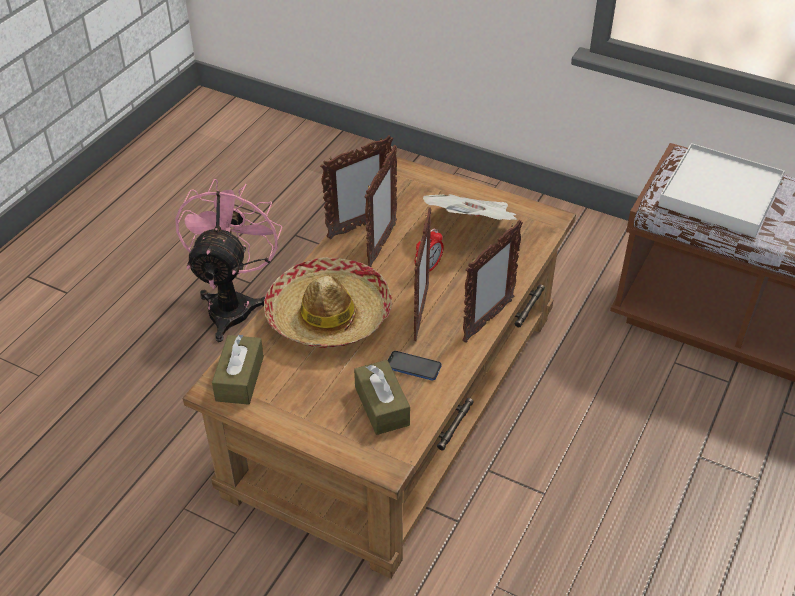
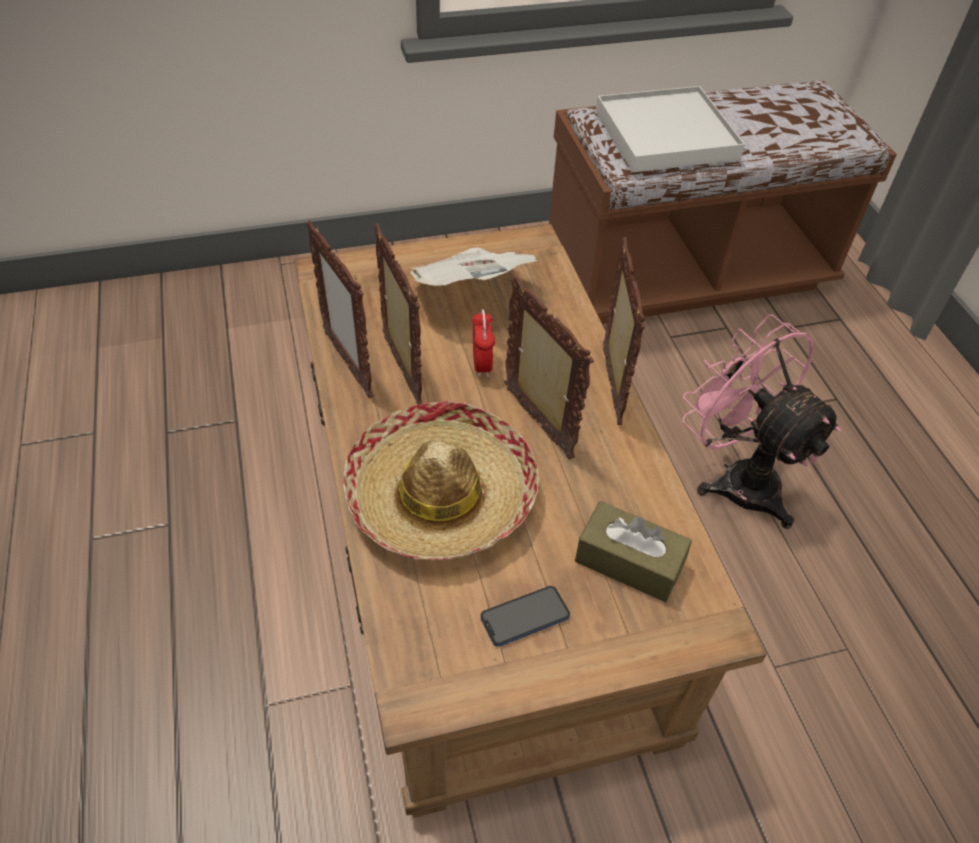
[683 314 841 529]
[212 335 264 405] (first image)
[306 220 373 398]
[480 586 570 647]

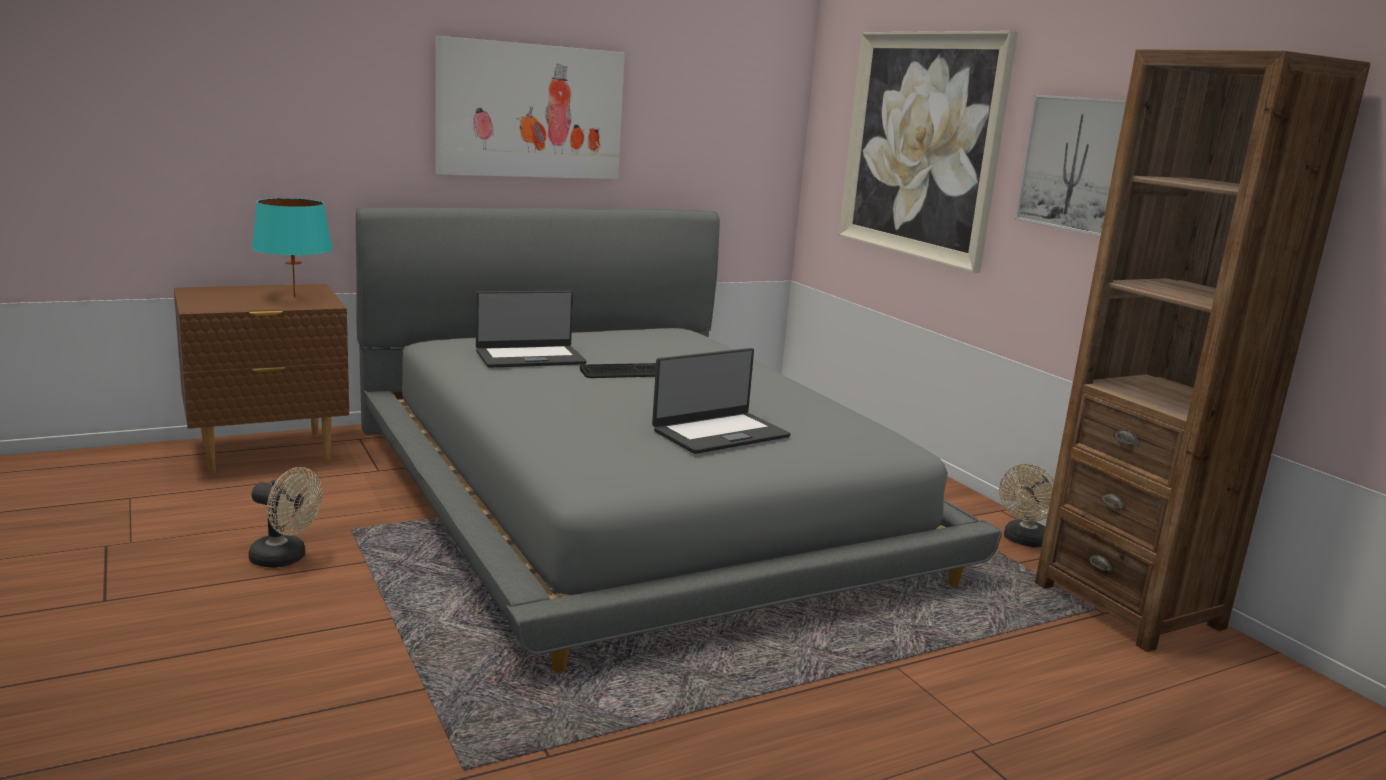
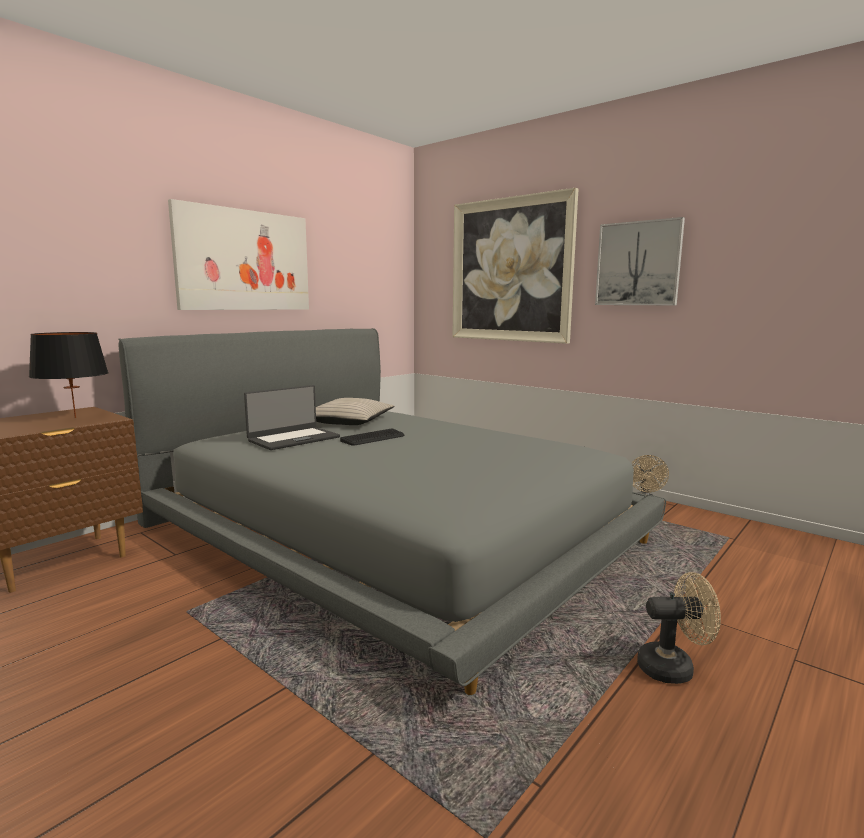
[637 572 721 684]
[29 332 109 418]
[652 348 791 454] (first image)
[1035 49 1371 652] (first image)
[316 398 394 425]

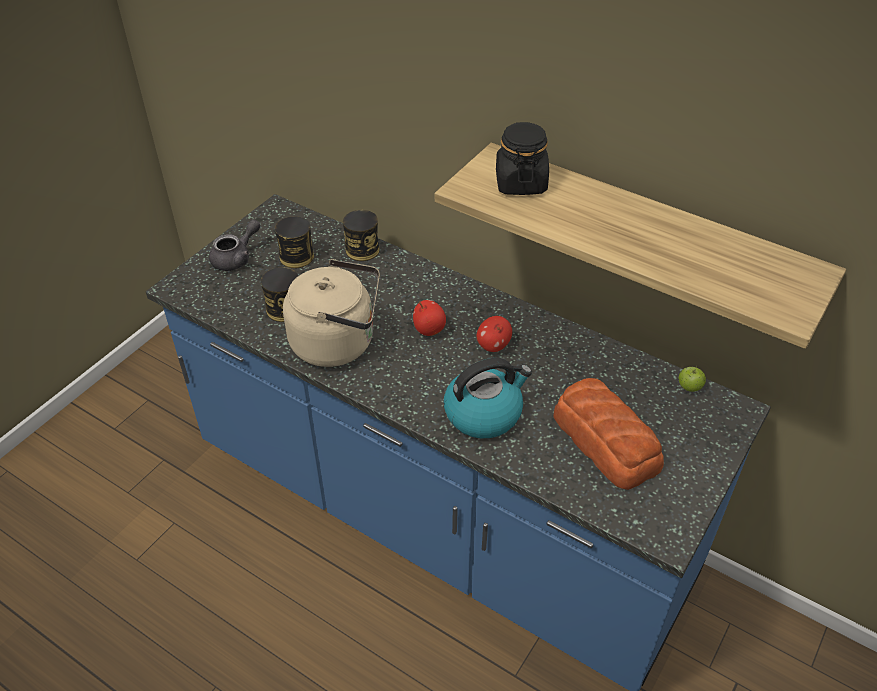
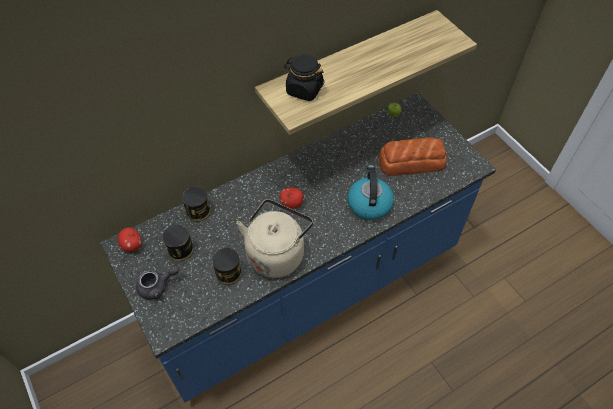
[136 265 179 300]
[118 227 142 252]

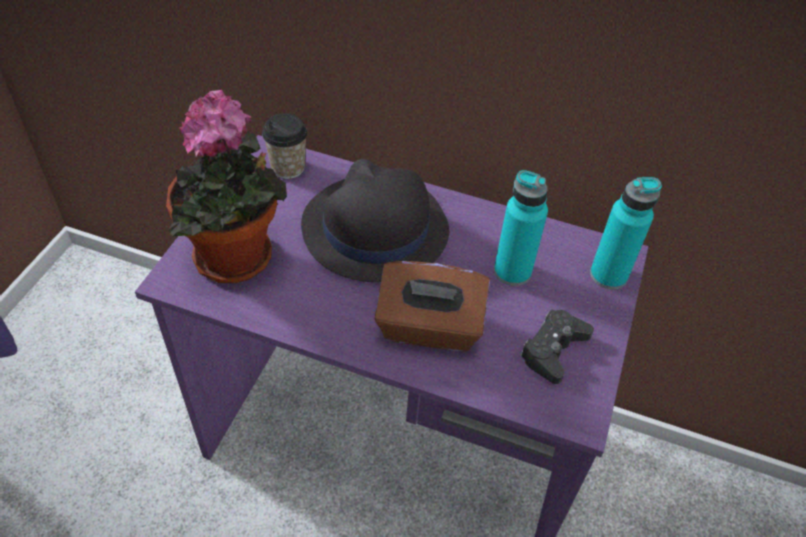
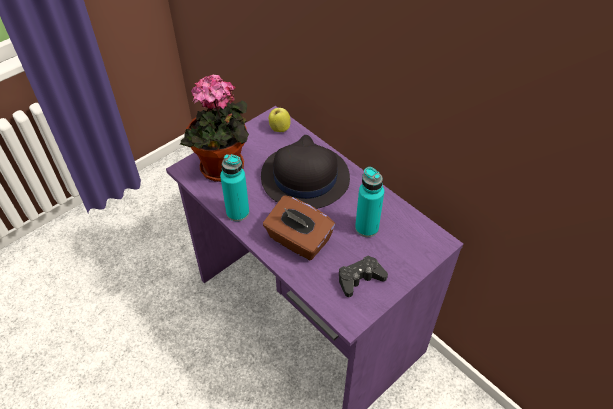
[269 106 291 132]
[220 154 249 221]

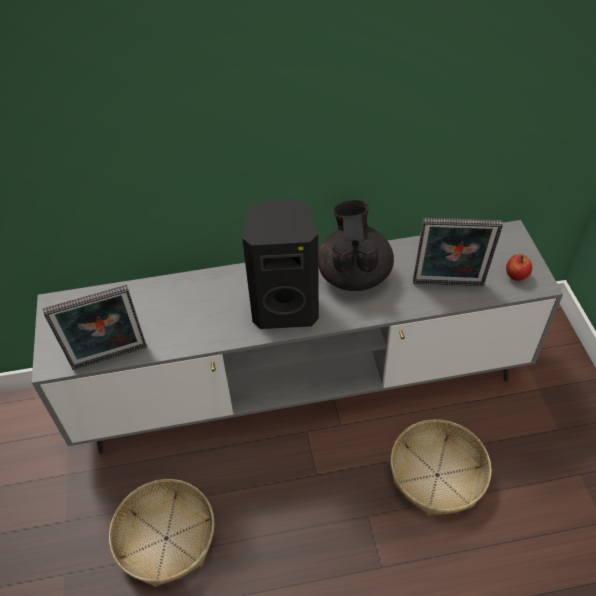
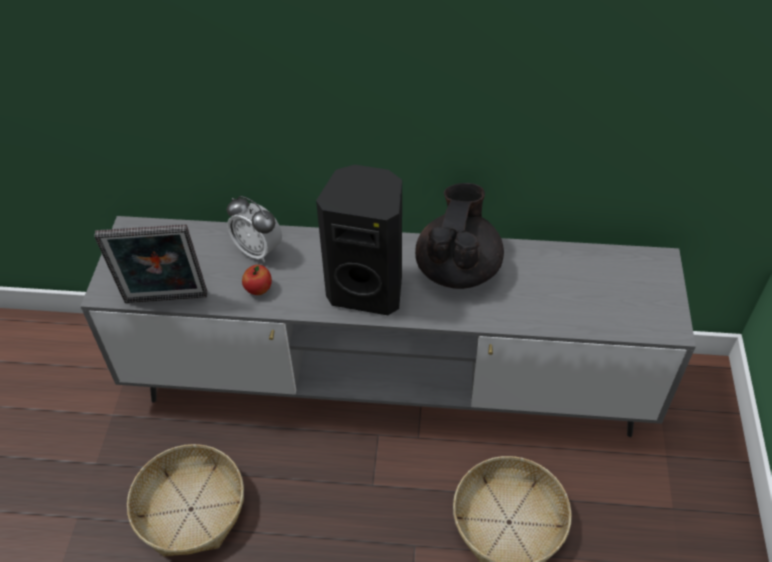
[413 218 503 286] (first image)
[242 265 272 295]
[227 196 282 263]

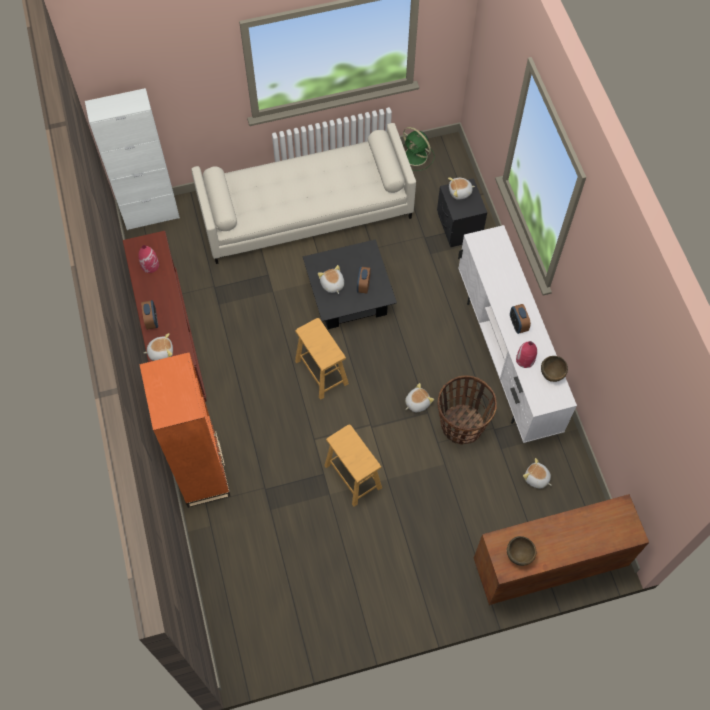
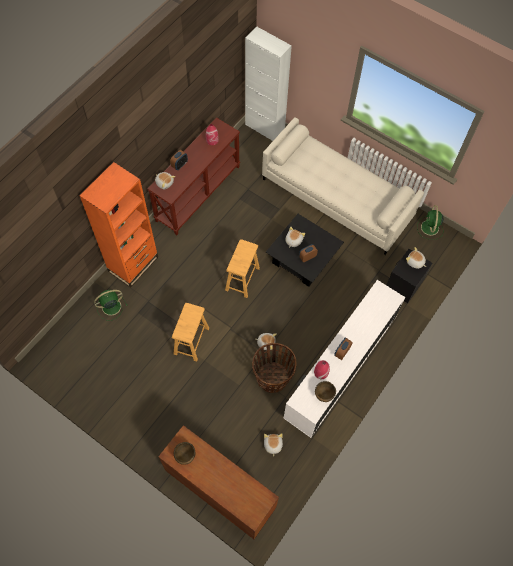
[94 290 127 321]

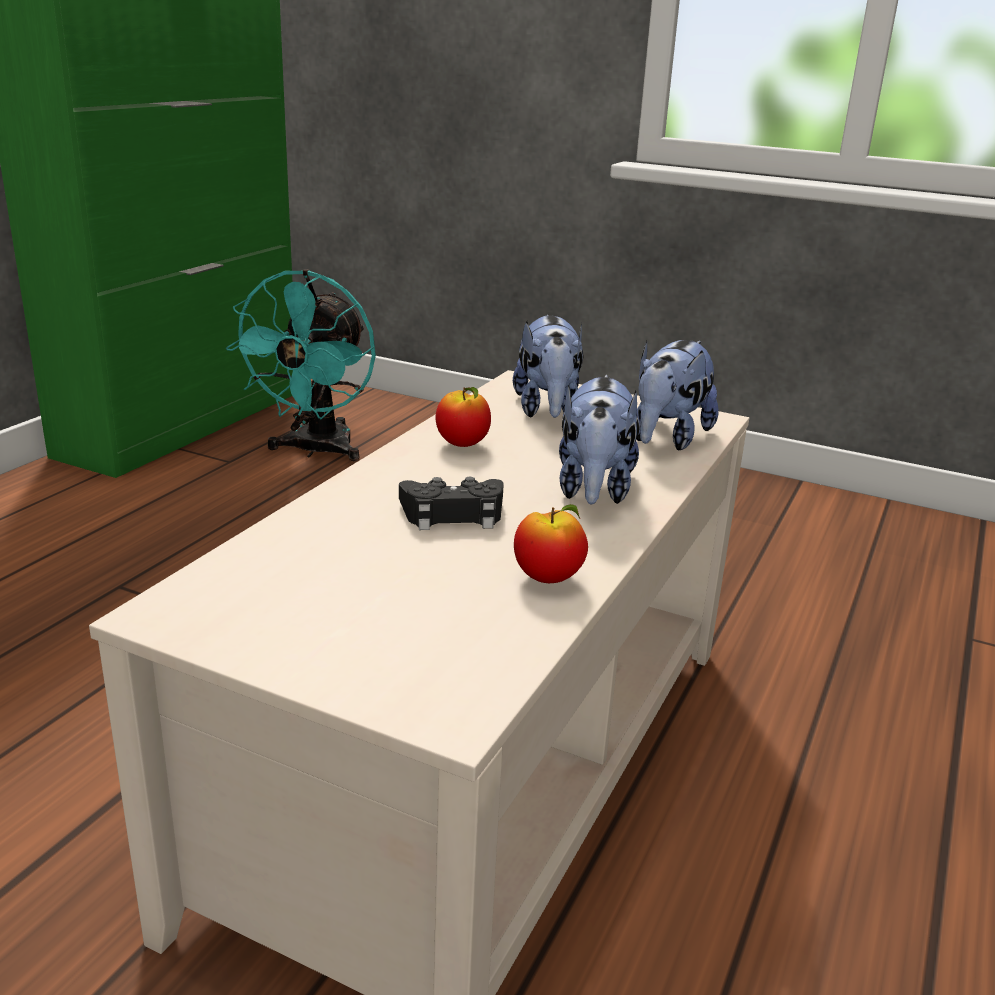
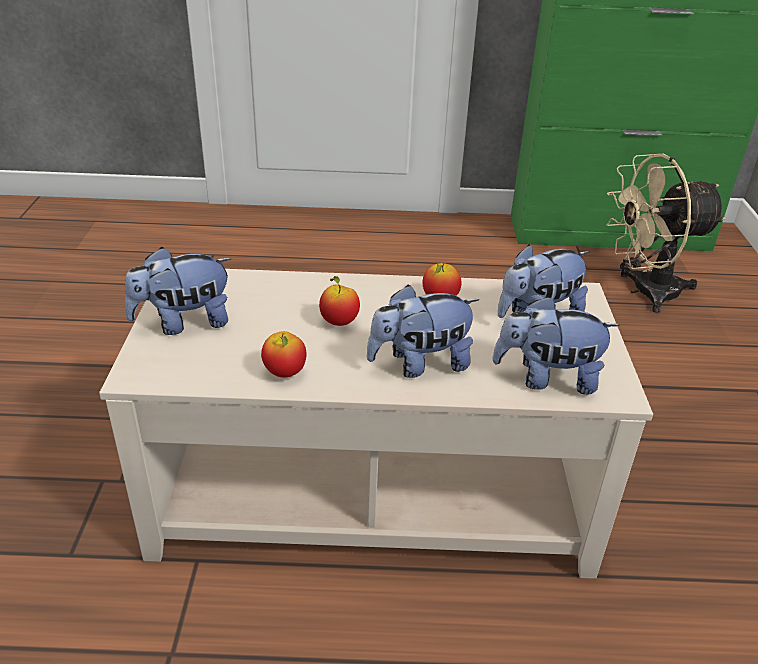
[606 154 726 313]
[319 276 360 326]
[125 247 231 335]

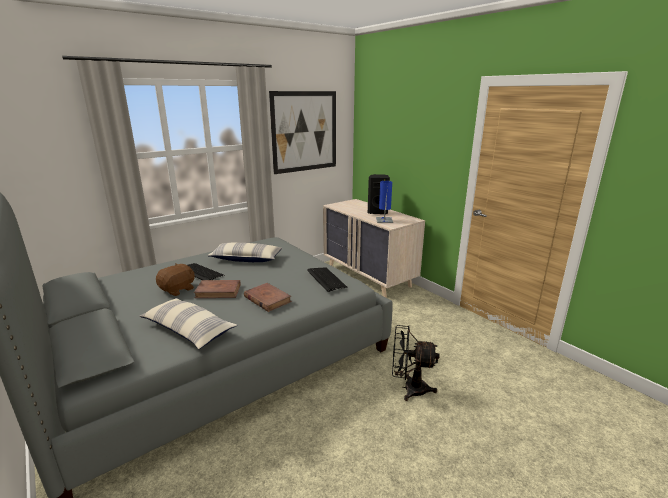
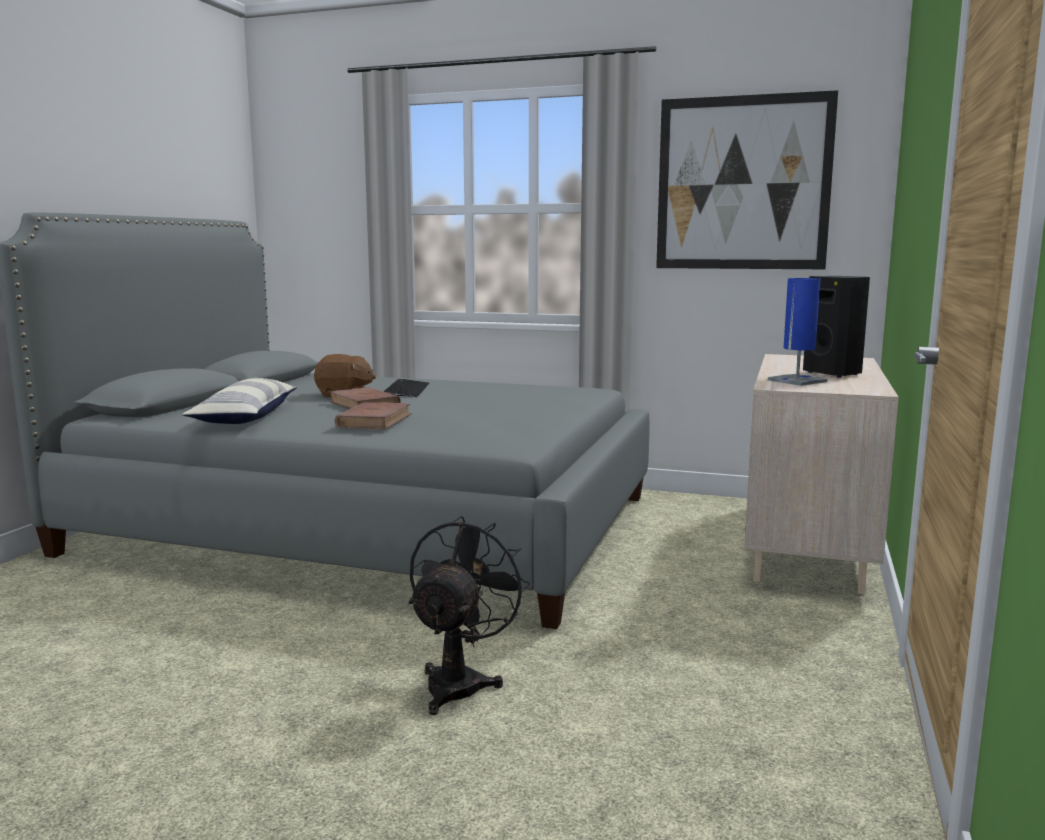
[207 243 282 262] (first image)
[308 267 348 292] (first image)
[408 516 530 715]

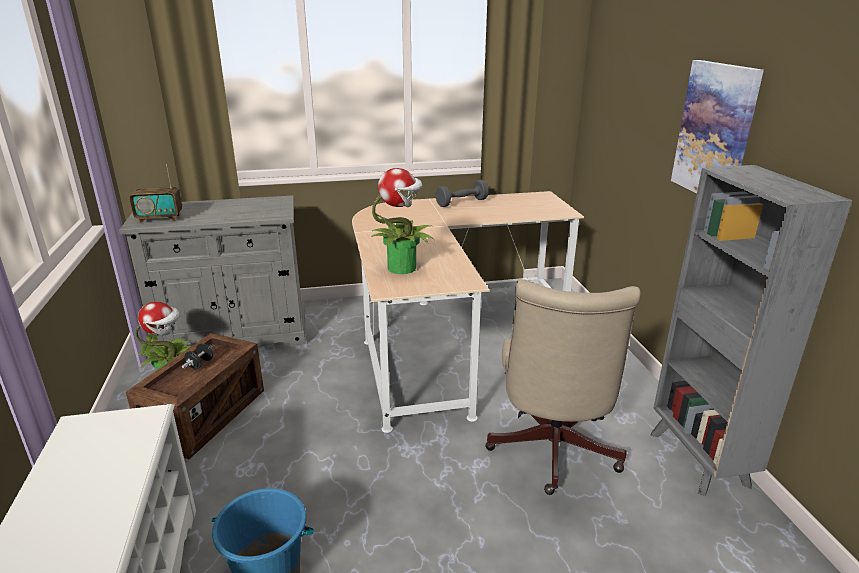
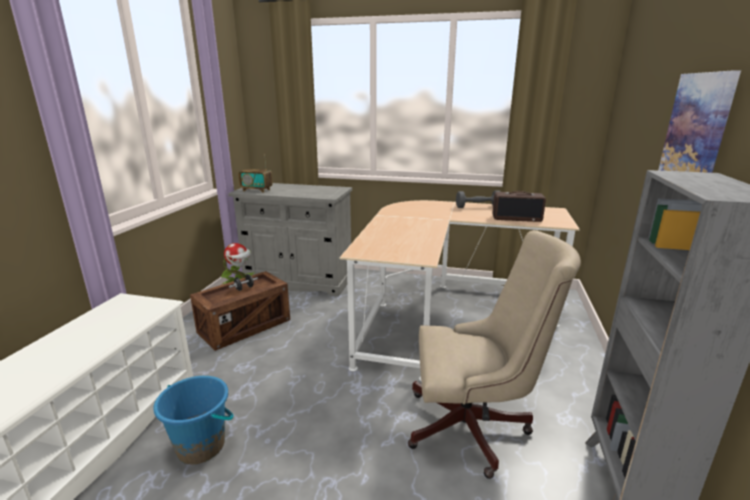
[371 168 434 274] (first image)
[408 230 581 479]
[493 191 546 222]

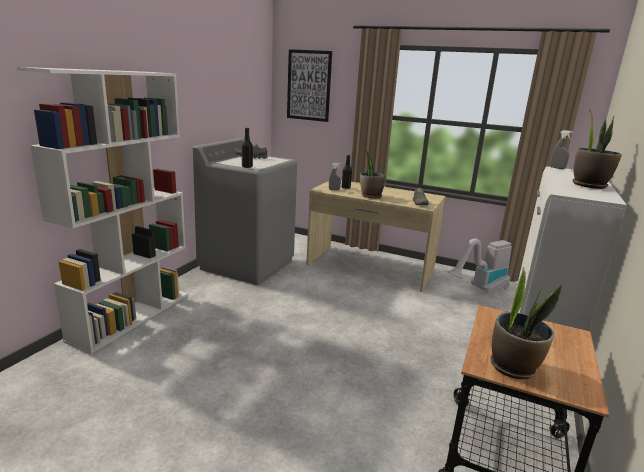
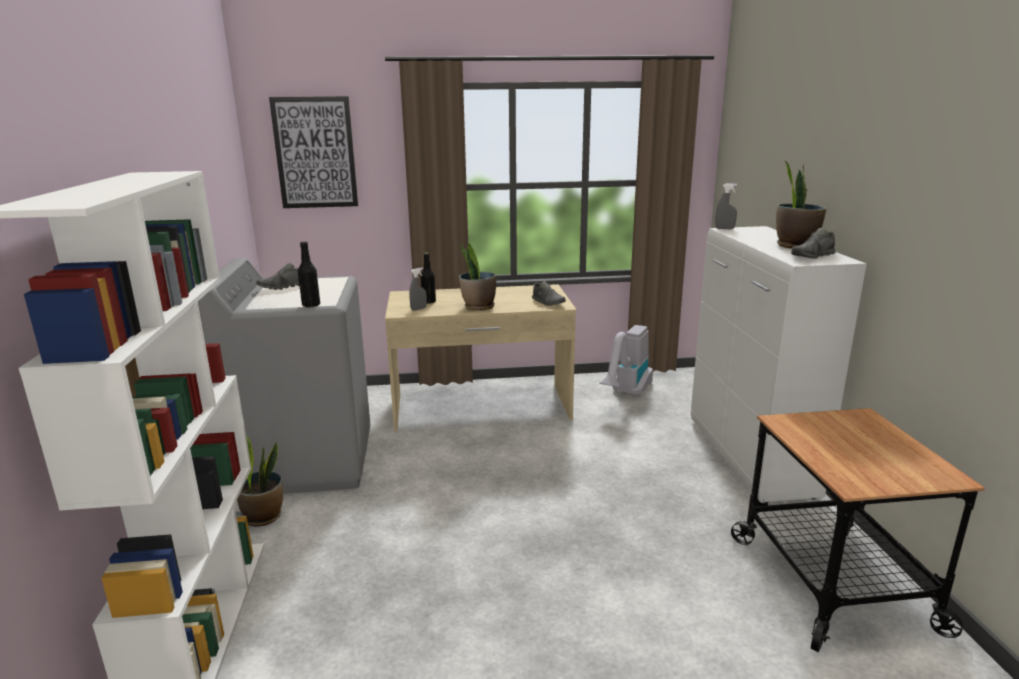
[237 435 283 527]
[791 228 835 259]

